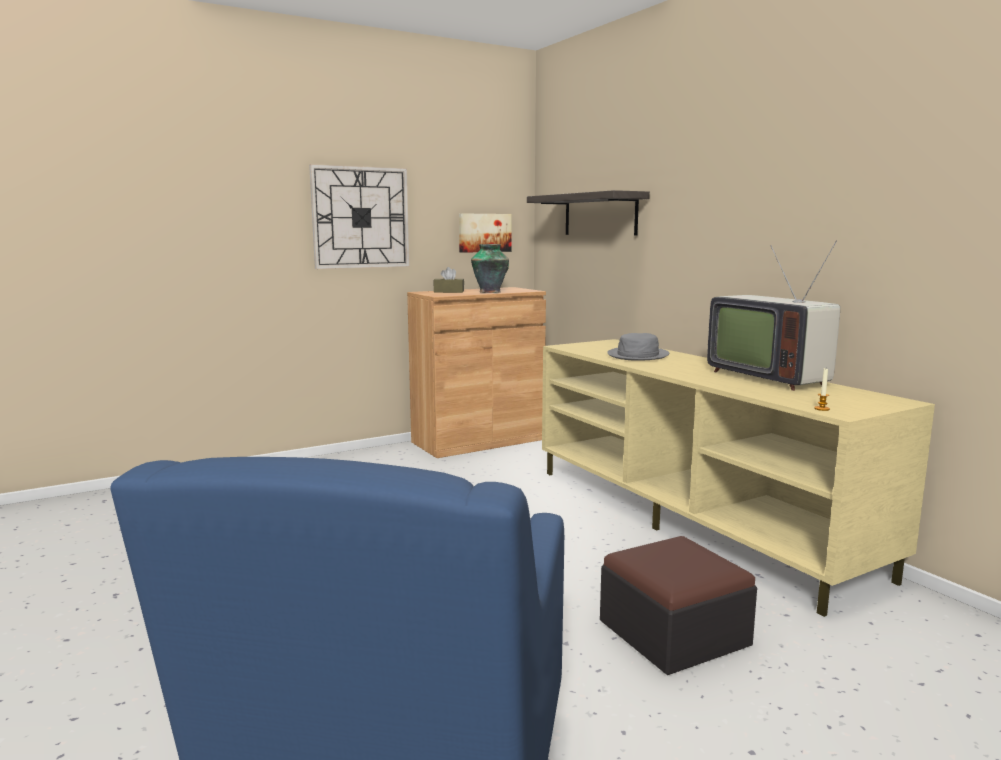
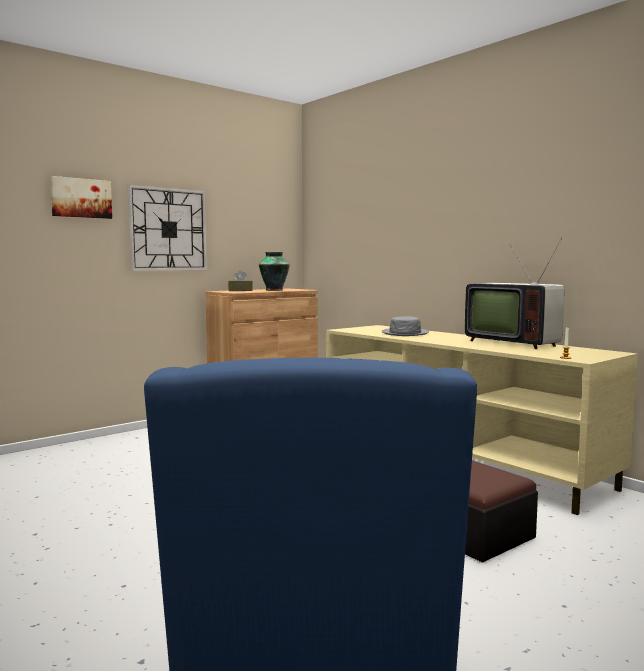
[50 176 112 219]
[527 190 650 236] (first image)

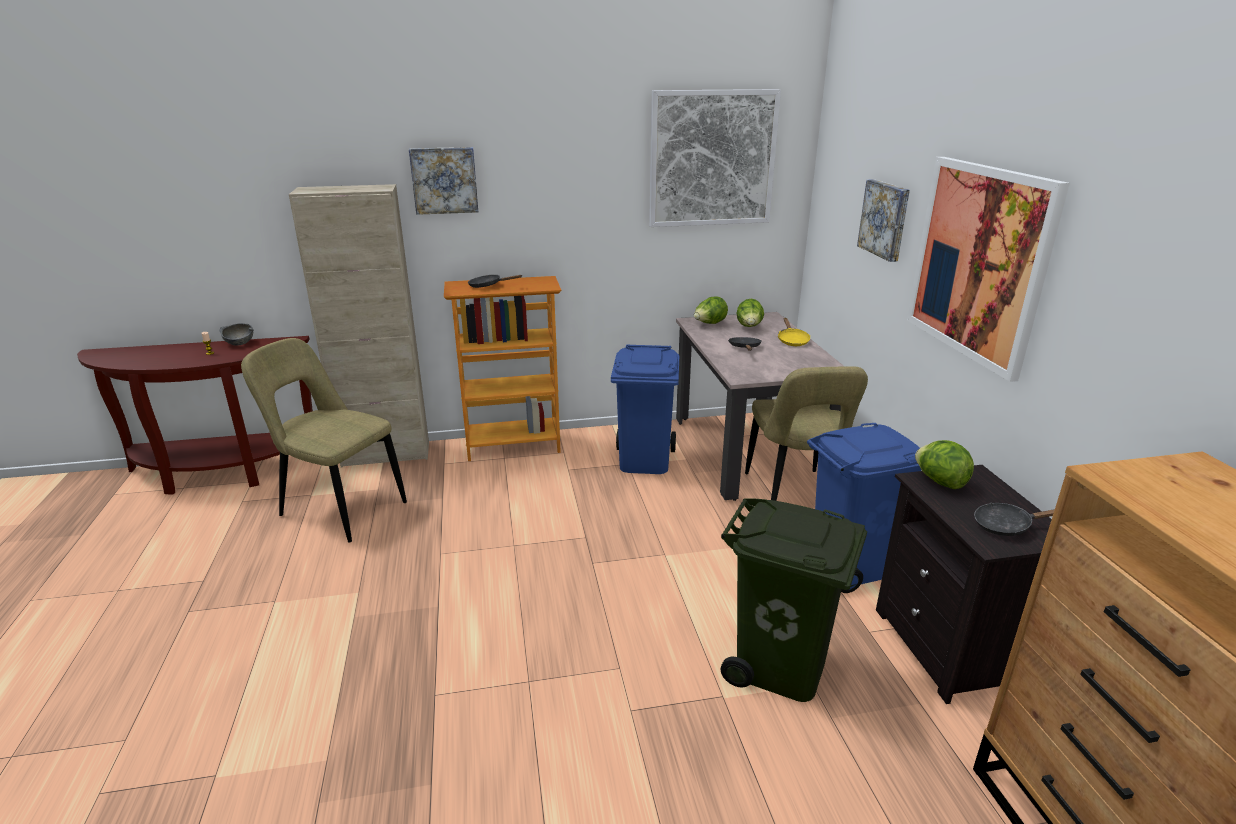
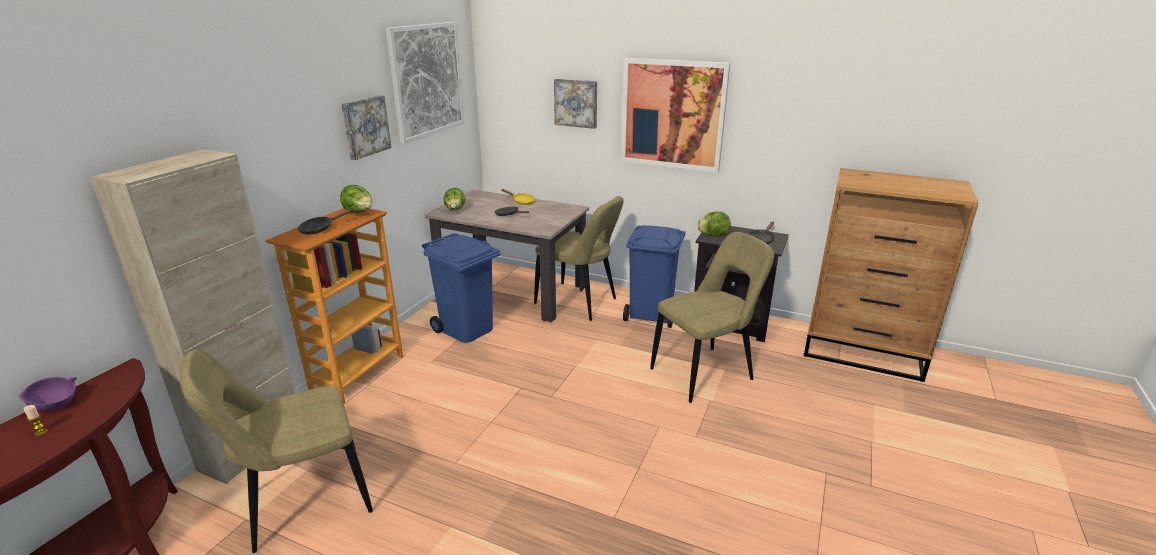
[19 377 77 411]
[342 95 391 160]
[650 232 774 403]
[340 185 372 213]

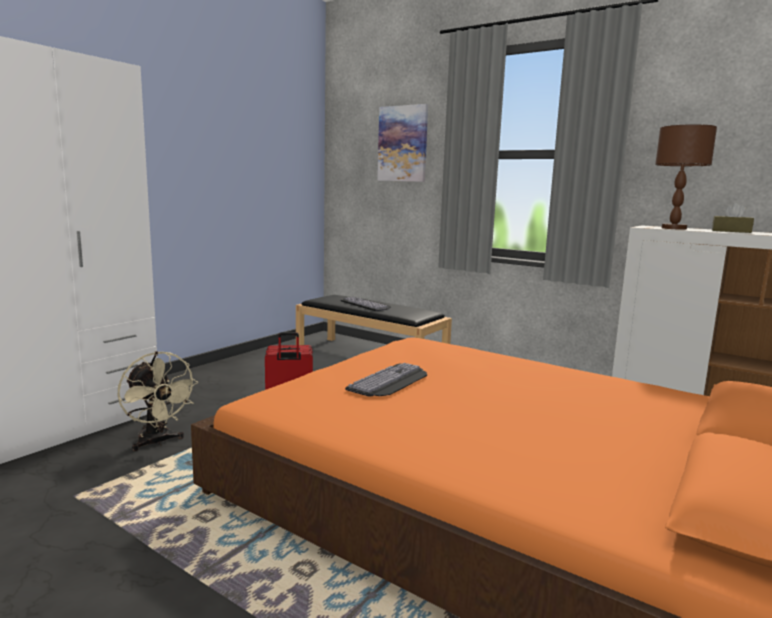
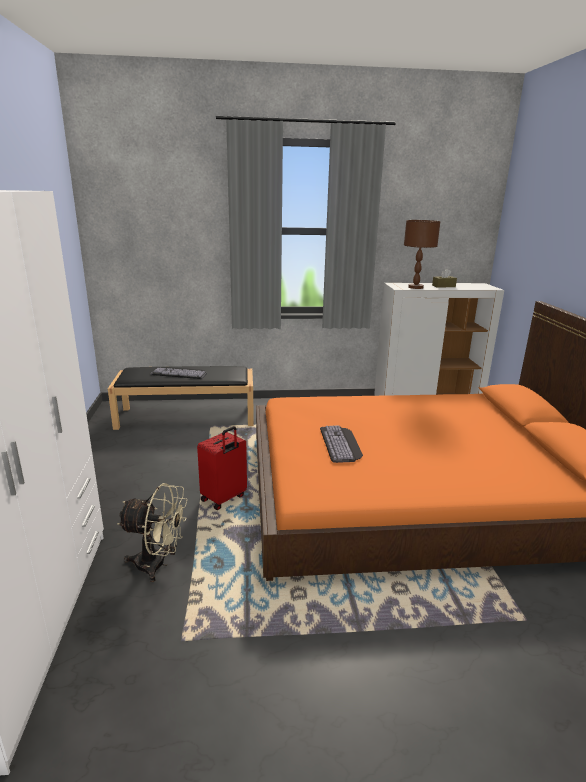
[377 104 428 182] (first image)

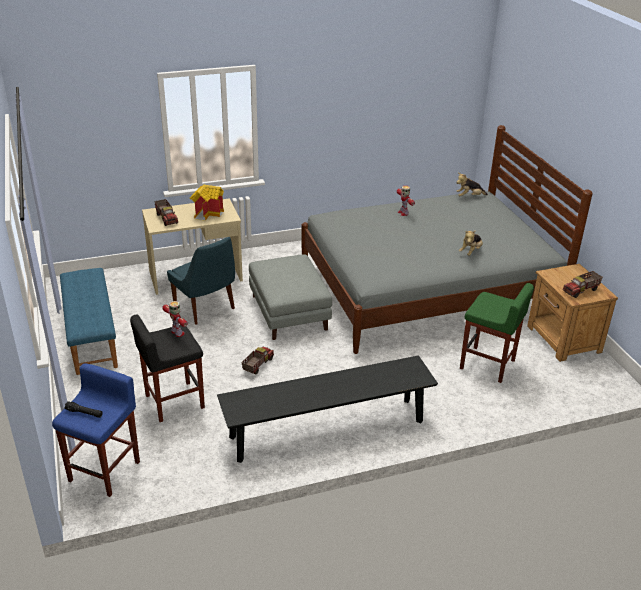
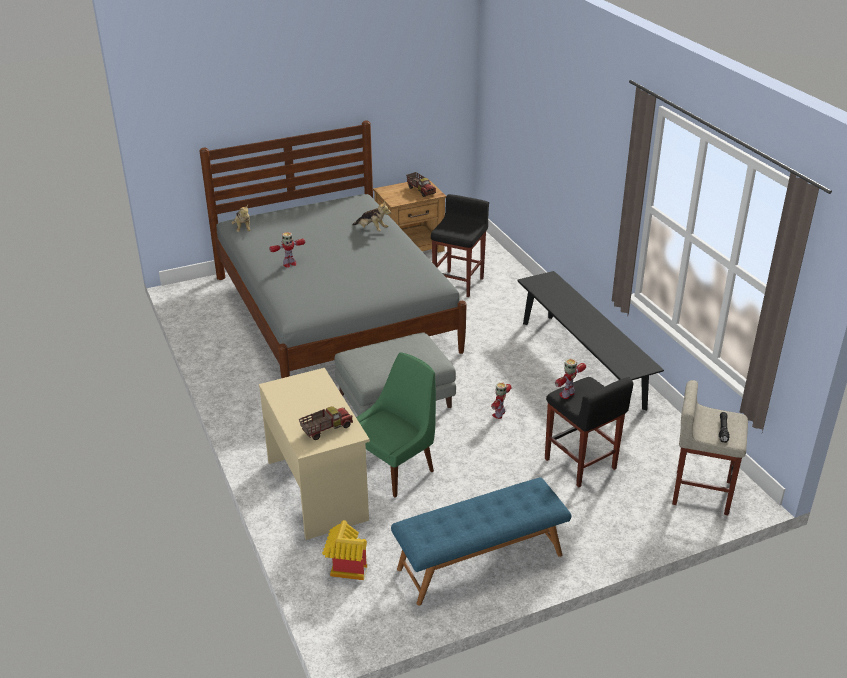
[672 380 748 515]
[356 352 436 497]
[322 520 367 580]
[491 382 512 419]
[431 194 489 297]

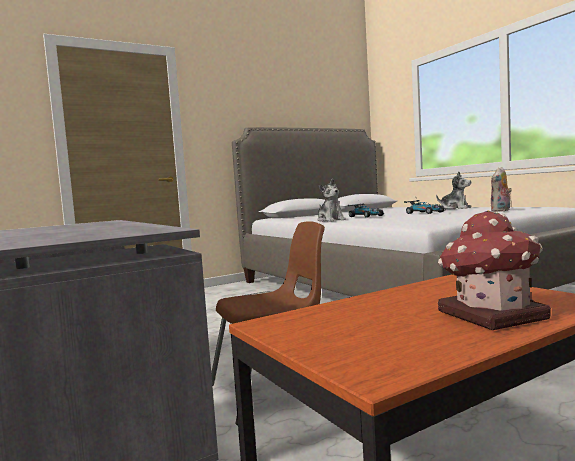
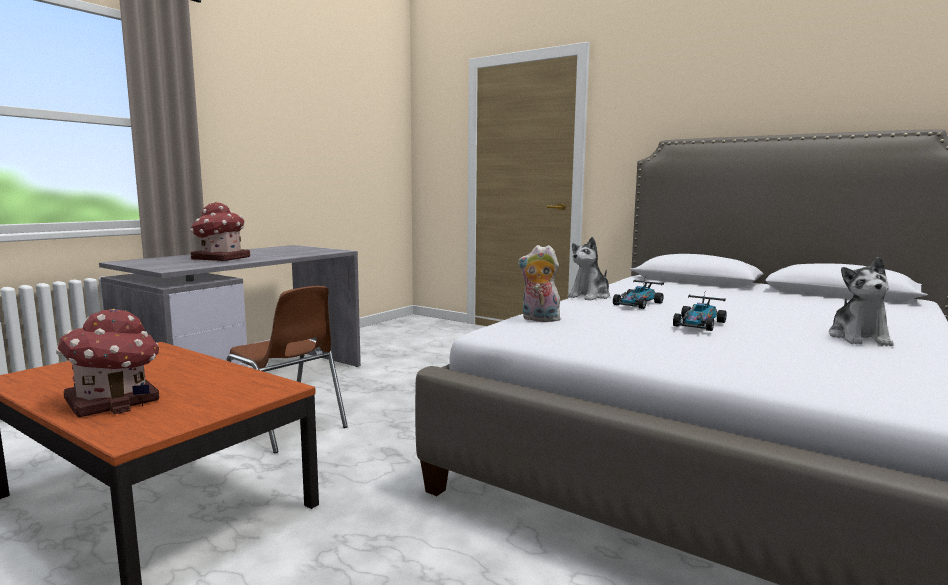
[518 245 560 322]
[190 202 250 261]

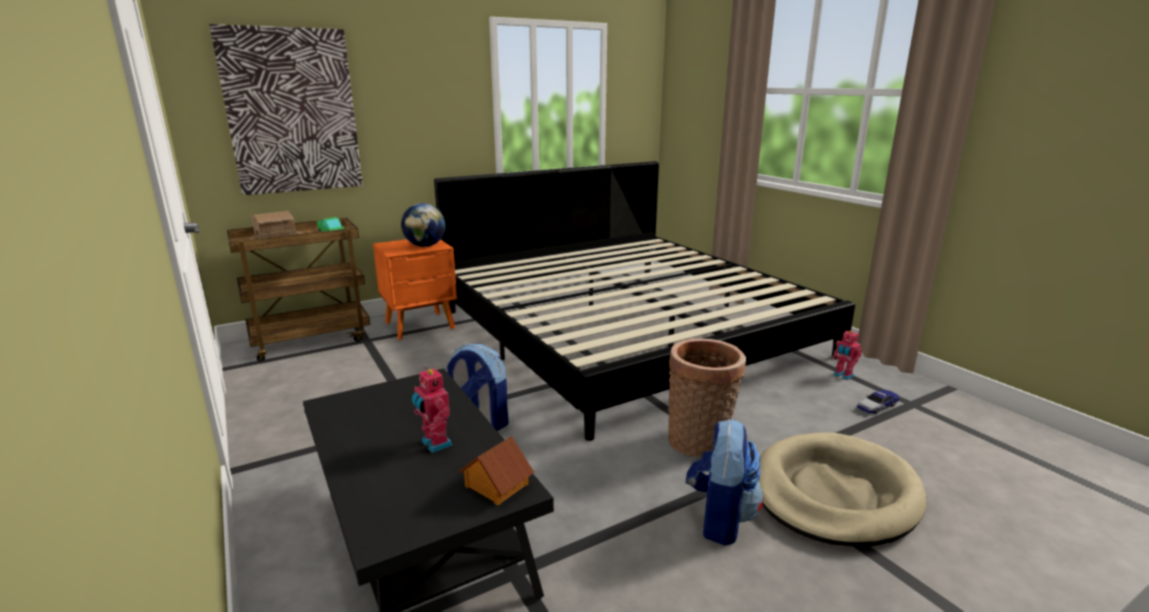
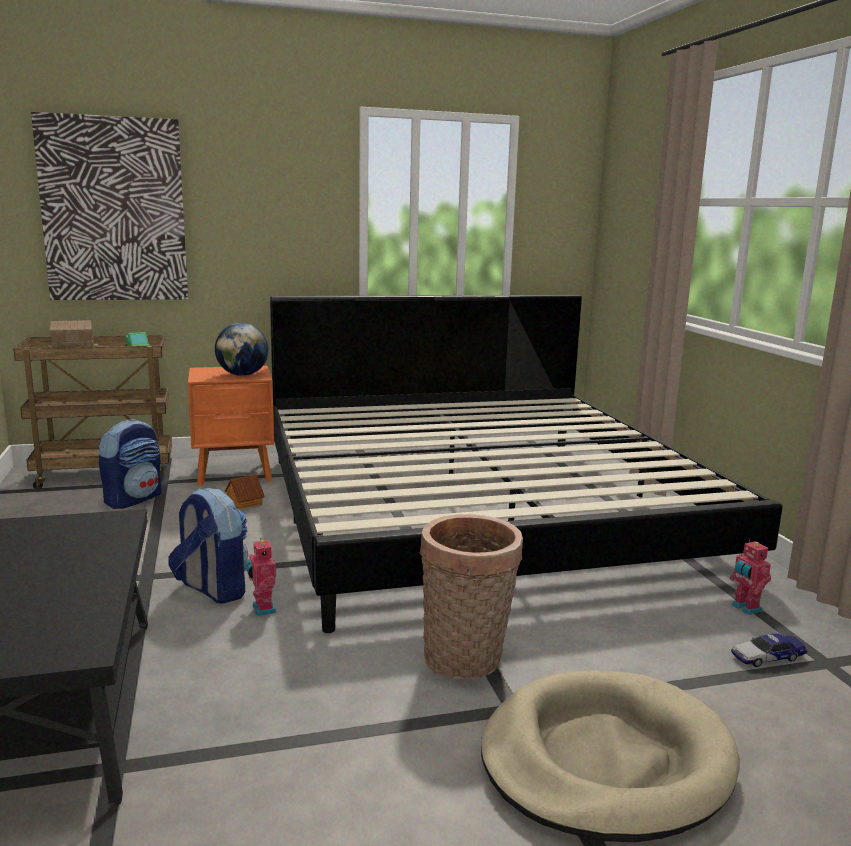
[245 538 277 616]
[225 474 265 509]
[98 419 161 509]

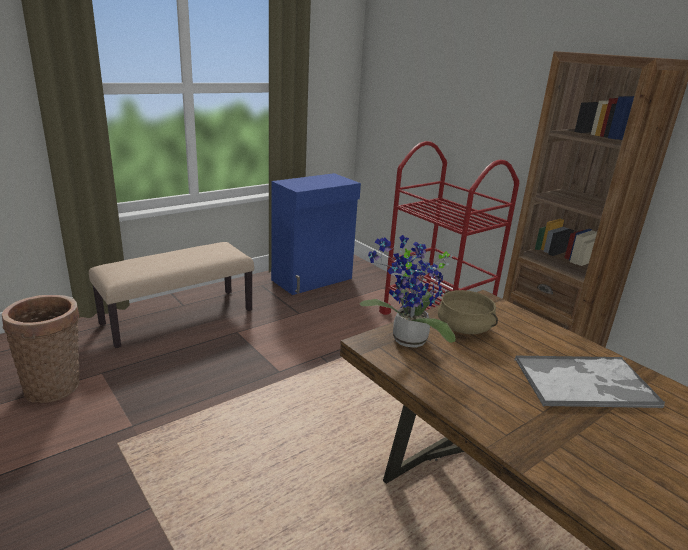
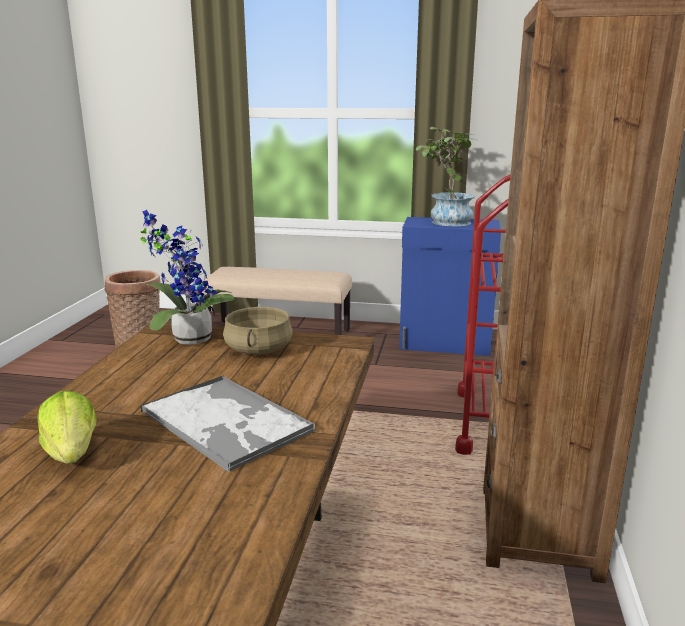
[37 391 97 464]
[416 127 476 226]

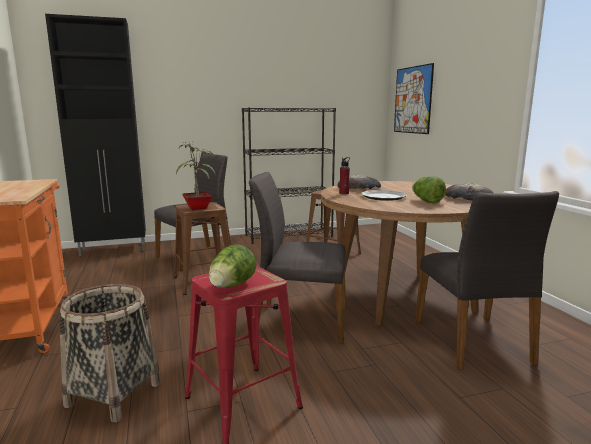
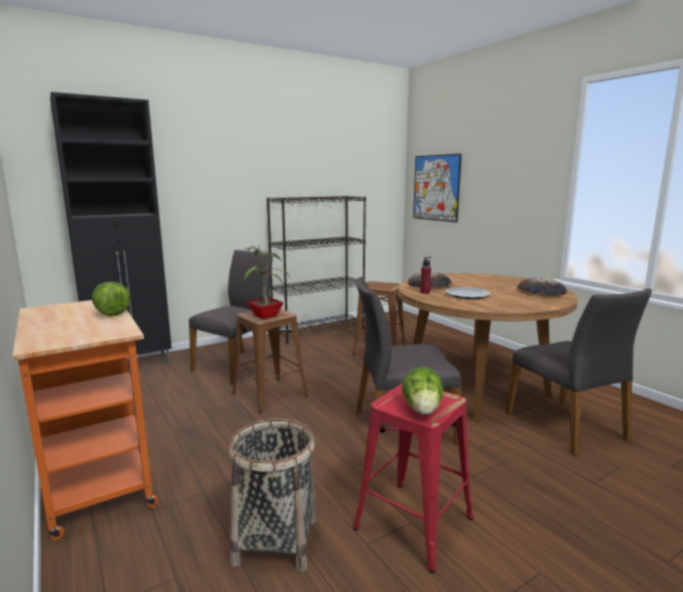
[92 282 130 316]

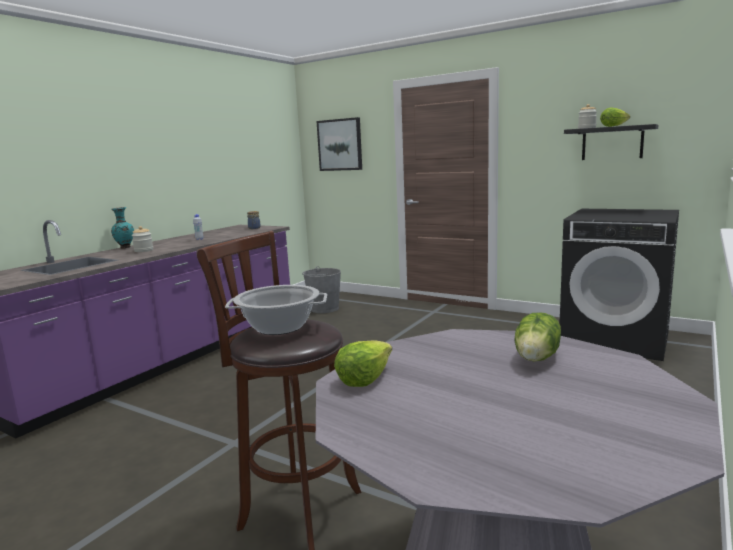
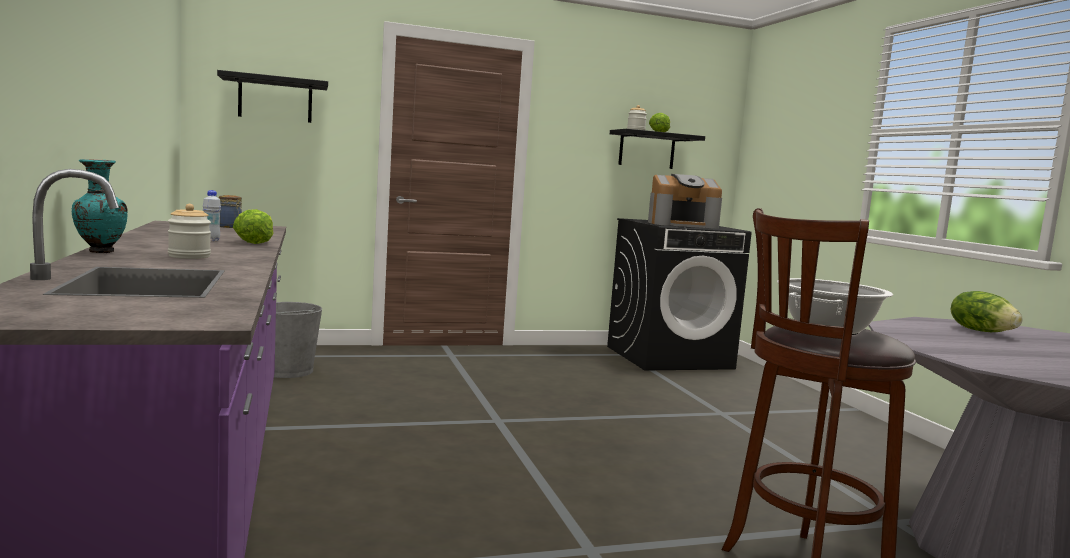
[217 70 328 123]
[233 209 273 244]
[648 174 722 229]

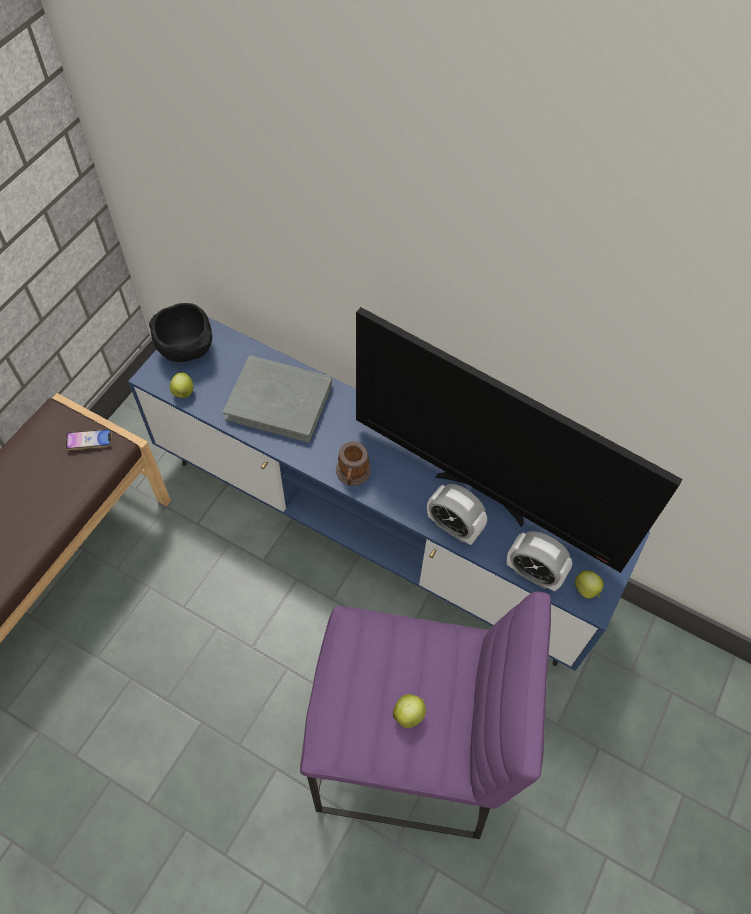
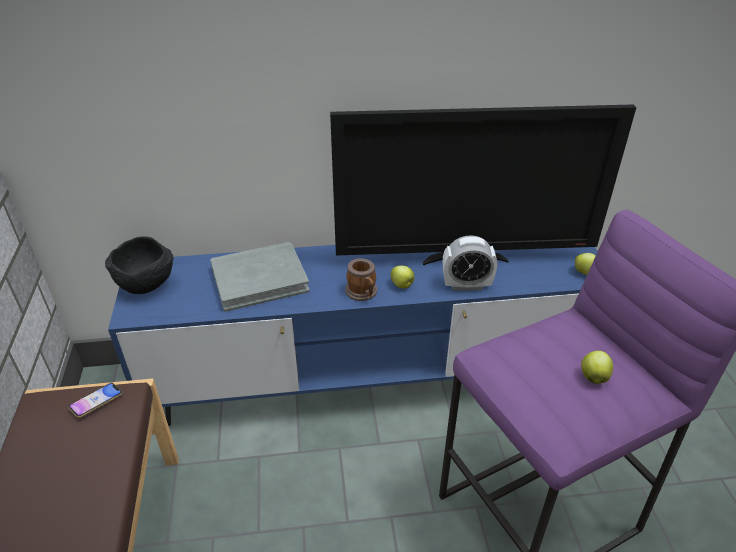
[391 266 415 289]
[507 531 572 591] (first image)

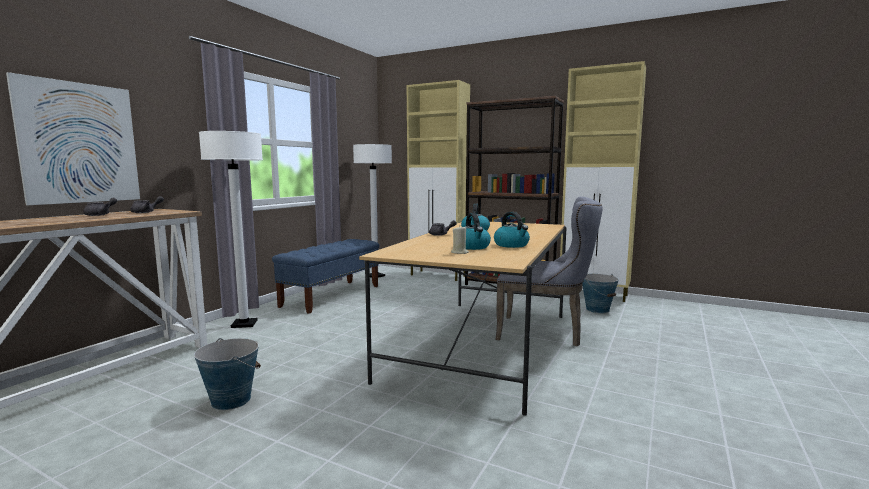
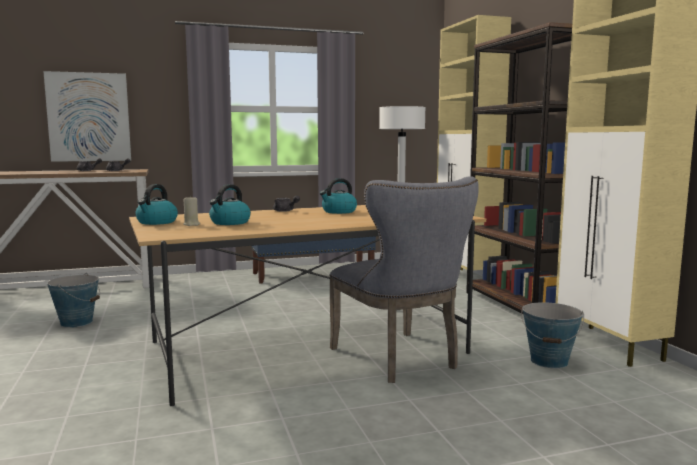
[199 131 263 328] (first image)
[136 184 178 225]

